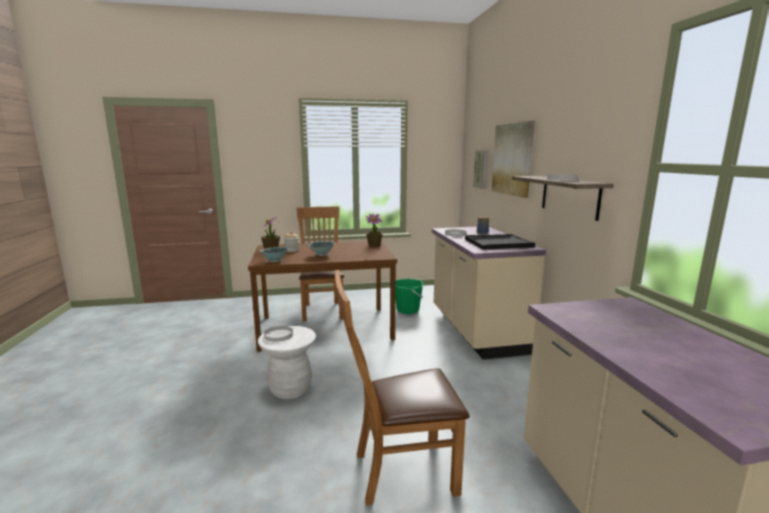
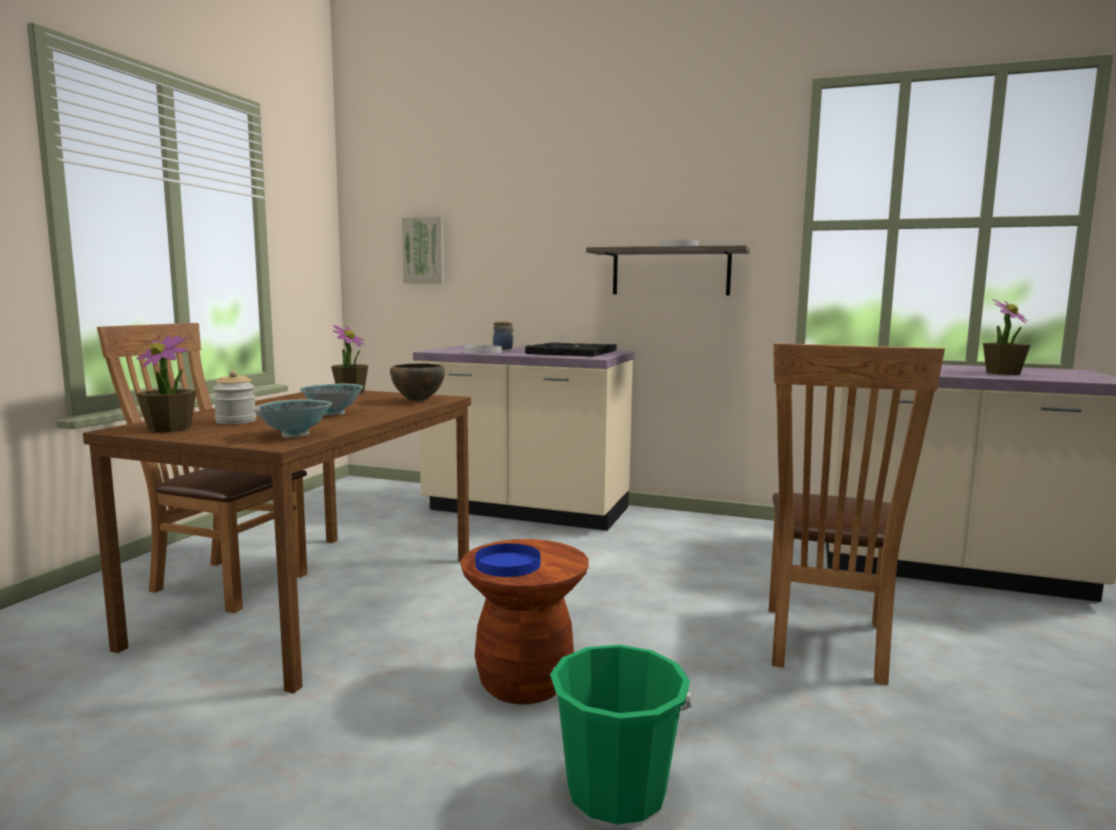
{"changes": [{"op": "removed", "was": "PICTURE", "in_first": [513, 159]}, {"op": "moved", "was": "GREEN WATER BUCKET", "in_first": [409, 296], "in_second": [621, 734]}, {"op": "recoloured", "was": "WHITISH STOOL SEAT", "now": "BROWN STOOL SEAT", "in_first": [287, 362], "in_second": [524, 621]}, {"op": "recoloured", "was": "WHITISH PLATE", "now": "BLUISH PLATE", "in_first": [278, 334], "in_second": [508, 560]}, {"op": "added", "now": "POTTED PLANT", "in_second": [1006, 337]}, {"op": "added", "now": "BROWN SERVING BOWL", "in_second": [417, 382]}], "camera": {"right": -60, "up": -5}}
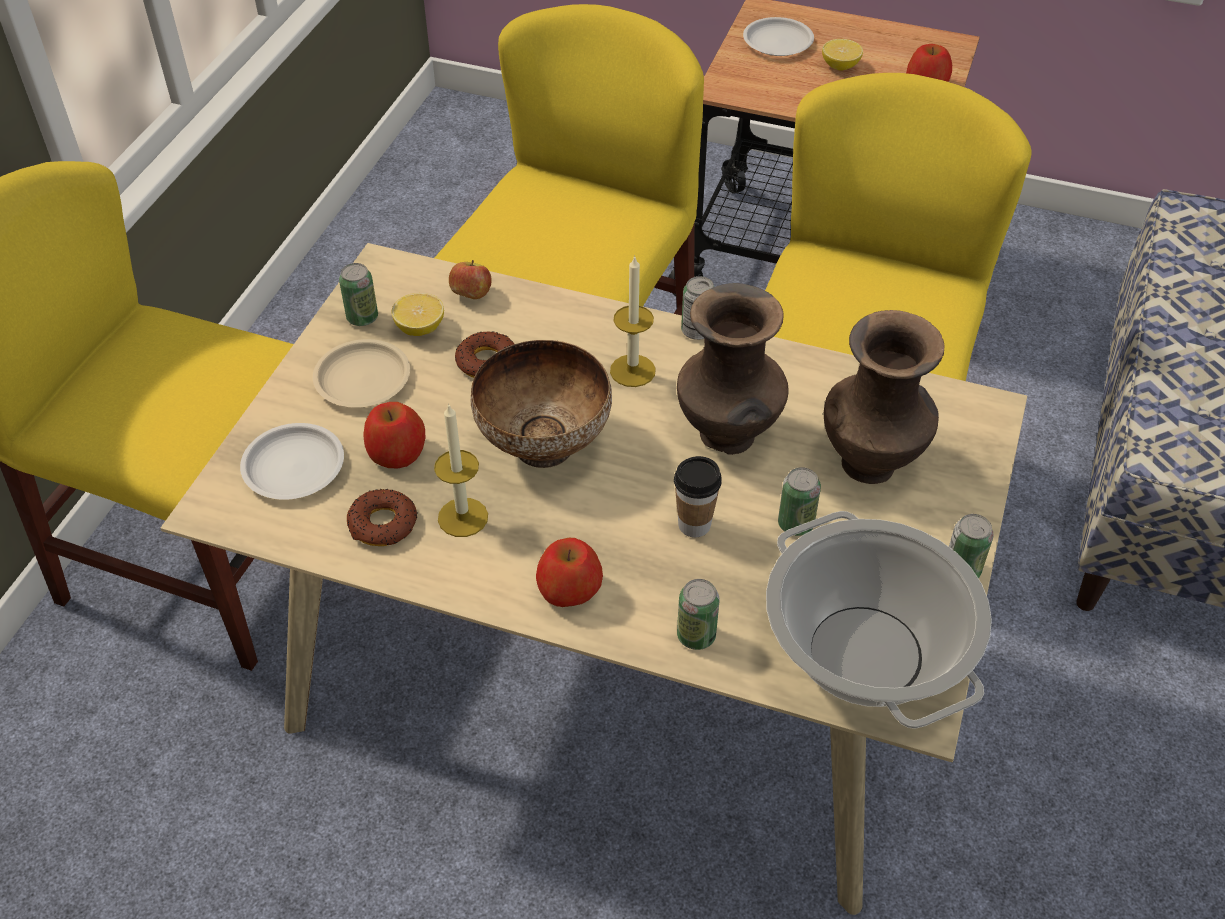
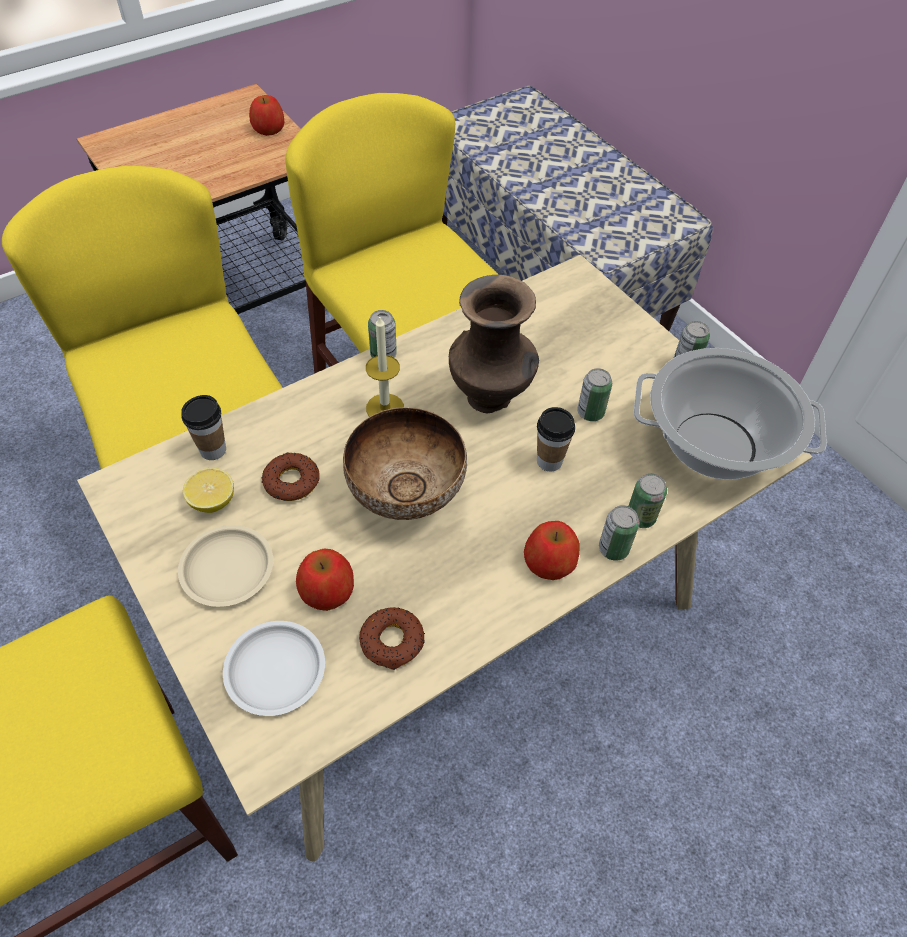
{"changes": [{"op": "removed", "was": "WHITISH PLATE", "in_first": [778, 36]}, {"op": "removed", "was": "CITRUS FRUIT", "in_first": [842, 55]}, {"op": "replaced", "was": "APPLE FRUIT", "now": "DRINKING CUP", "in_first": [470, 279], "in_second": [203, 427]}, {"op": "moved", "was": "CAN", "in_first": [358, 294], "in_second": [619, 533]}, {"op": "removed", "was": "BROWN FLOWER VASE", "in_first": [884, 397]}, {"op": "removed", "was": "WAX LIGHT", "in_first": [461, 470]}], "camera": {"right": -55, "up": 5}}
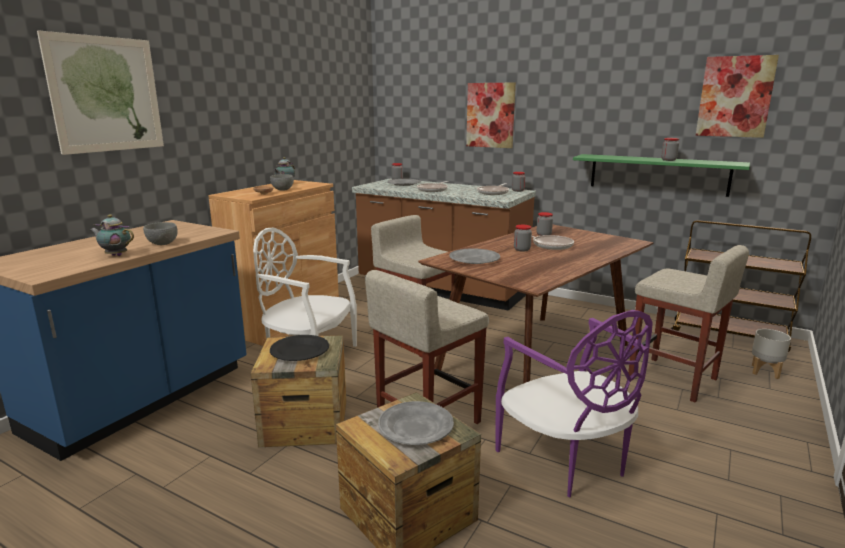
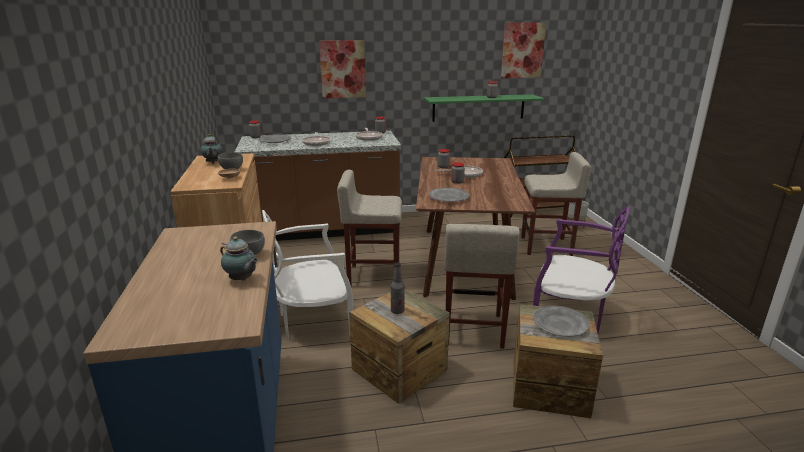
{"changes": [{"op": "removed", "was": "PICTURE", "in_first": [100, 92]}, {"op": "turned", "was": "TEA POT", "in_first": [112, 235], "in_second": [239, 258], "clockwise": -120}, {"op": "replaced", "was": "BLACKISH PLATE", "now": "BOTTLE", "in_first": [299, 348], "in_second": [398, 288]}], "camera": {"right": -40, "up": 5}}
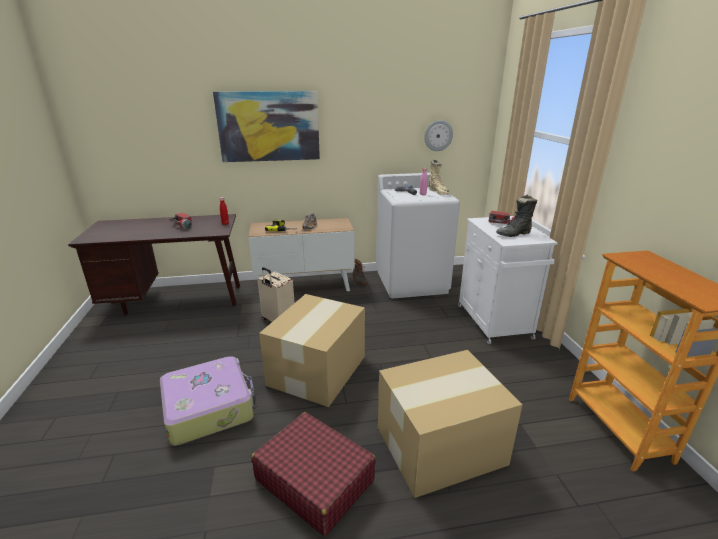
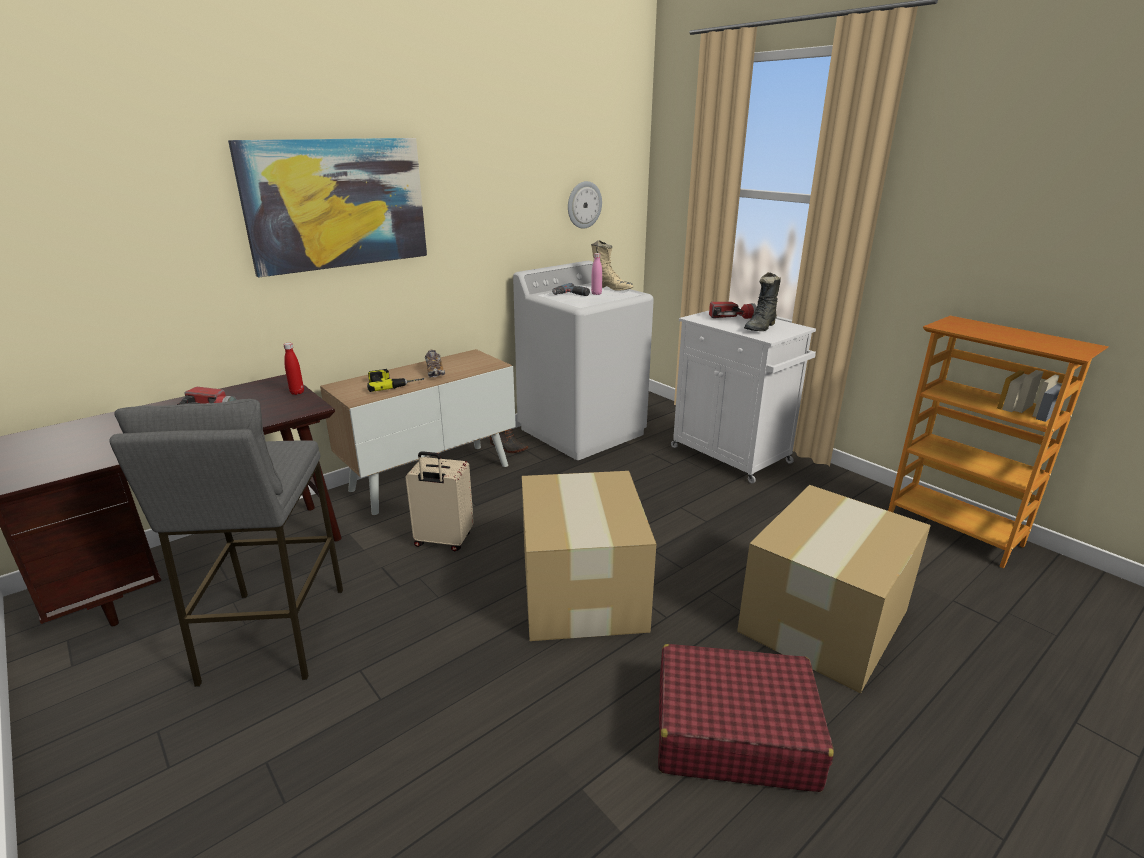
{"changes": [{"op": "removed", "was": "TRAVEL CASE", "in_first": [207, 401]}, {"op": "added", "now": "GREYISH STOOL SEAT", "in_second": [226, 543]}], "camera": {"right": -30, "up": 0}}
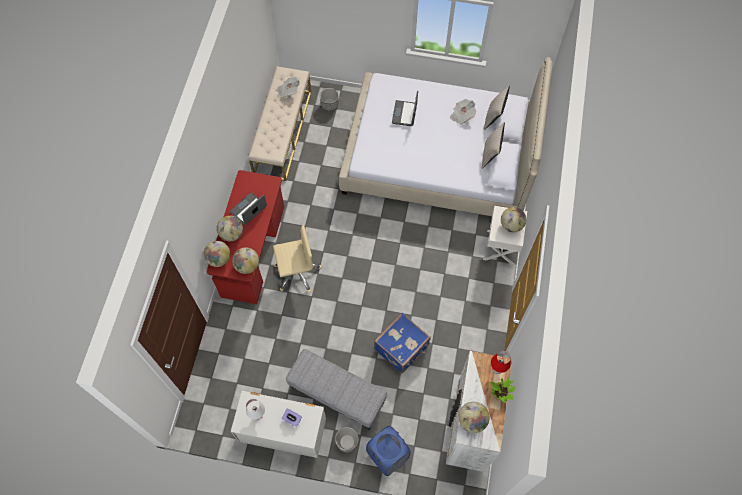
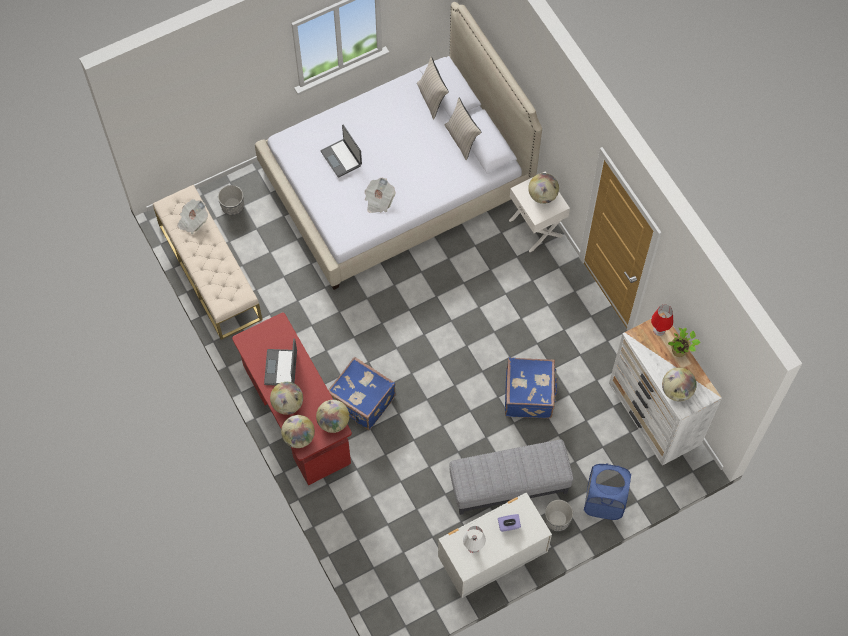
{"changes": [{"op": "moved", "was": "NEWSPAPER", "in_first": [463, 112], "in_second": [379, 195]}, {"op": "replaced", "was": "BEIGE OFFICE CHAIR", "now": "BLUISH TRAVEL CASE", "in_first": [297, 259], "in_second": [362, 393]}], "camera": {"right": -40, "up": 0}}
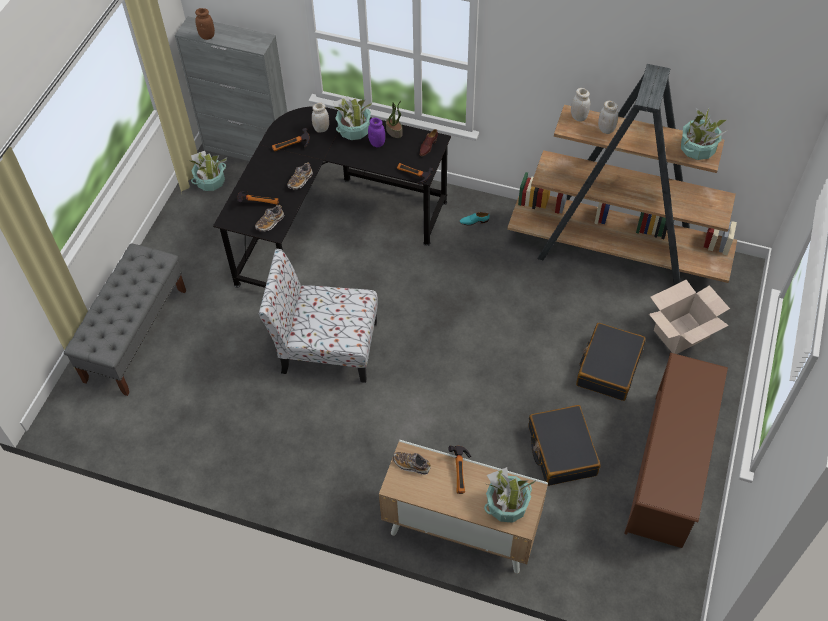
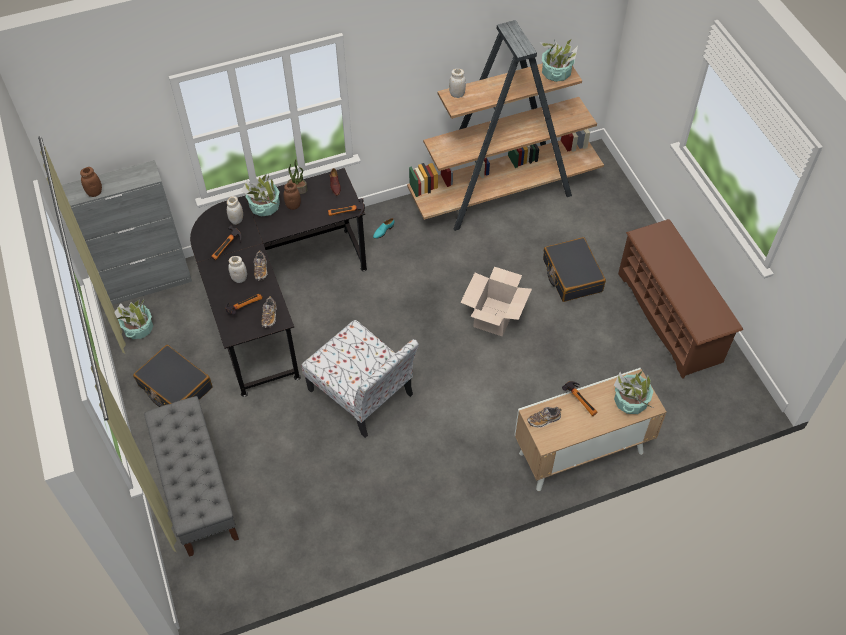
{"changes": [{"op": "moved", "was": "WHITISH PRESERVE JAR", "in_first": [608, 117], "in_second": [237, 269]}, {"op": "recoloured", "was": "PURPLISH PRESERVE JAR", "now": "BROWN PRESERVE JAR", "in_first": [376, 132], "in_second": [292, 196]}, {"op": "turned", "was": "PLAIN CHAIR", "in_first": [318, 316], "in_second": [360, 379], "clockwise": -105}, {"op": "moved", "was": "PACKING BOX", "in_first": [689, 317], "in_second": [496, 302]}, {"op": "moved", "was": "BLACKISH TRAVEL CASE", "in_first": [565, 445], "in_second": [172, 376]}], "camera": {"right": -40, "up": 0}}
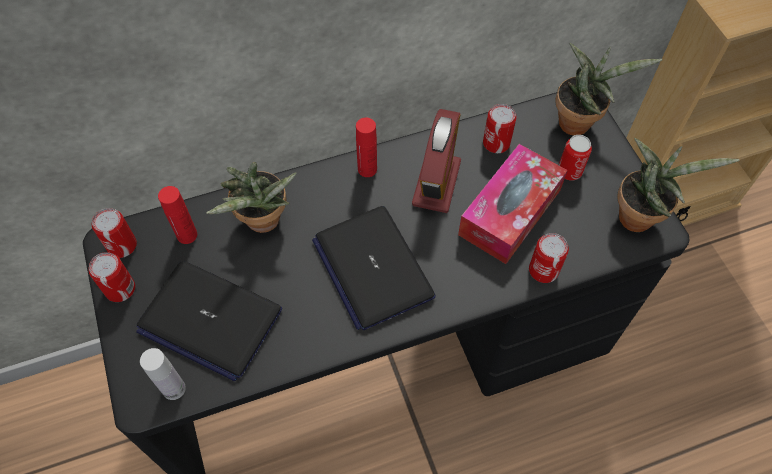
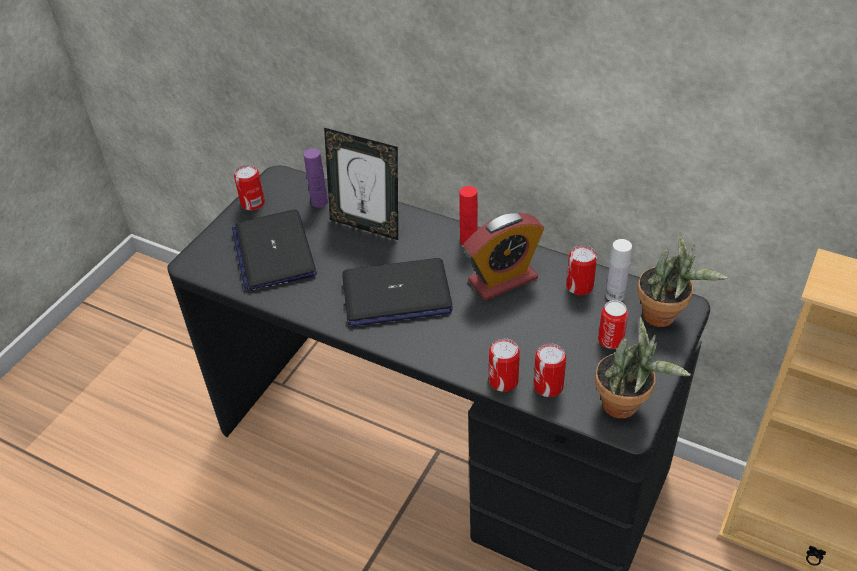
{"changes": [{"op": "removed", "was": "TISSUE HOLDER", "in_first": [513, 204]}, {"op": "replaced", "was": "POTTED PLANT", "now": "STANDING FRAME", "in_first": [251, 197], "in_second": [361, 184]}, {"op": "recoloured", "was": "RED-COLOURED BOTTLE", "now": "PURPLISH BOTTLE", "in_first": [177, 215], "in_second": [316, 178]}, {"op": "turned", "was": "PORTABLE COMPUTER", "in_first": [374, 268], "in_second": [397, 292], "clockwise": -120}, {"op": "moved", "was": "CAN", "in_first": [114, 233], "in_second": [550, 370]}, {"op": "moved", "was": "WHITISH BOTTLE", "in_first": [163, 374], "in_second": [619, 270]}], "camera": {"right": 50, "up": -15}}
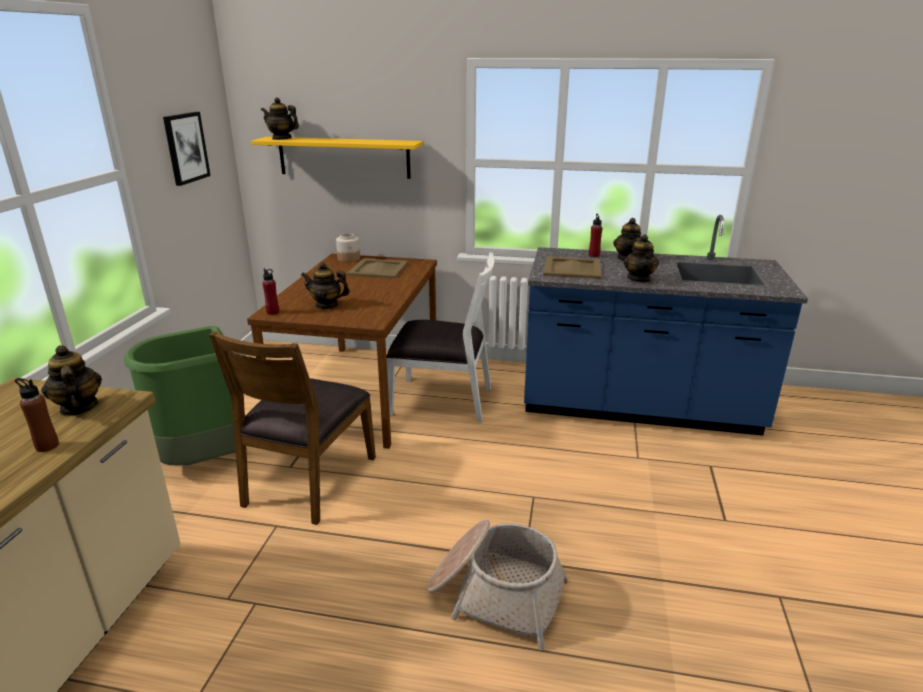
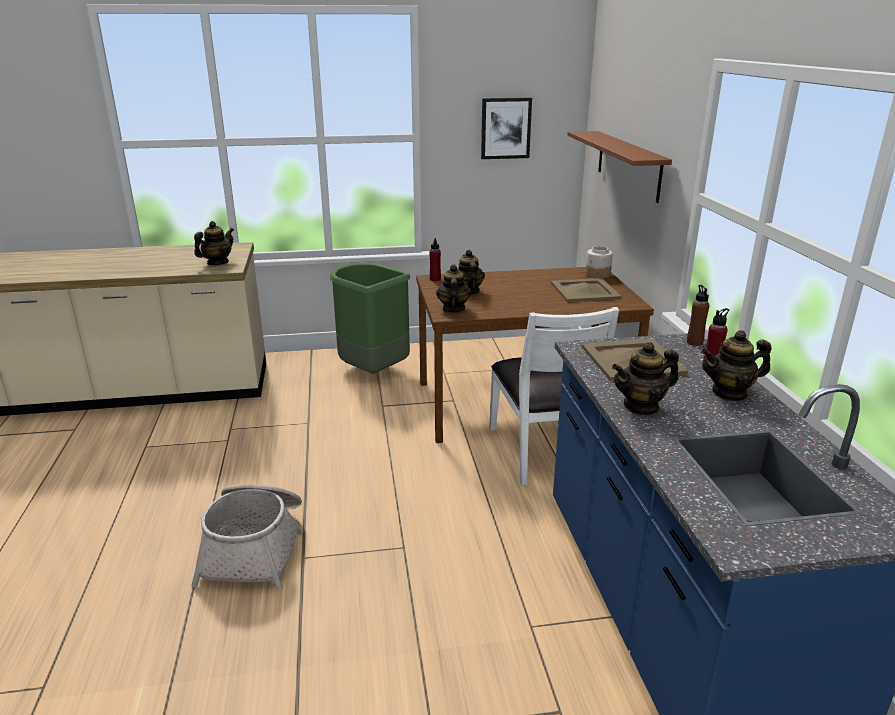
{"changes": [{"op": "moved", "was": "TEA POT", "in_first": [280, 118], "in_second": [453, 288]}, {"op": "recoloured", "was": "YELLOW-COLOURED BRACKET SHELF", "now": "BROWN BRACKET SHELF", "in_first": [337, 158], "in_second": [619, 167]}, {"op": "removed", "was": "BROWN PLAIN CHAIR", "in_first": [292, 428]}, {"op": "moved", "was": "BROWN BOTTLE", "in_first": [37, 415], "in_second": [698, 315]}], "camera": {"right": 70, "up": 0}}
